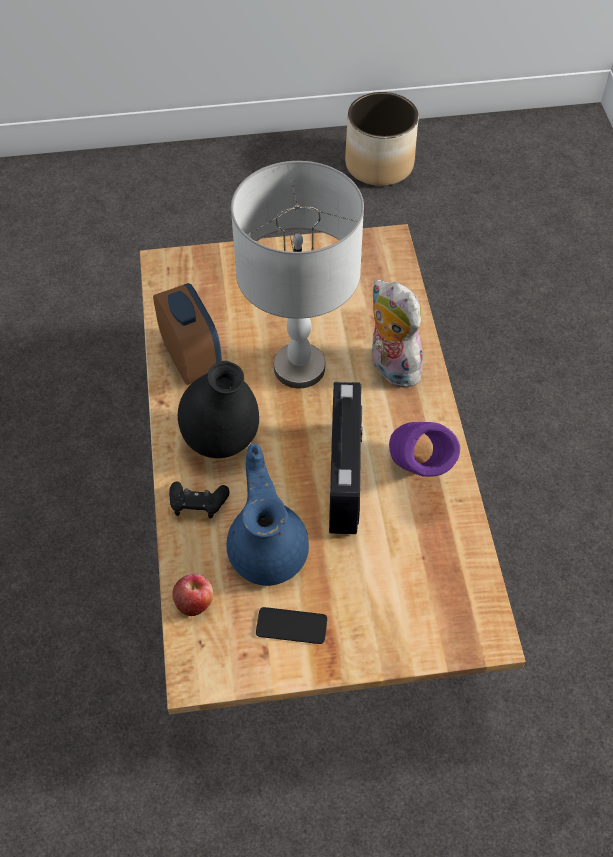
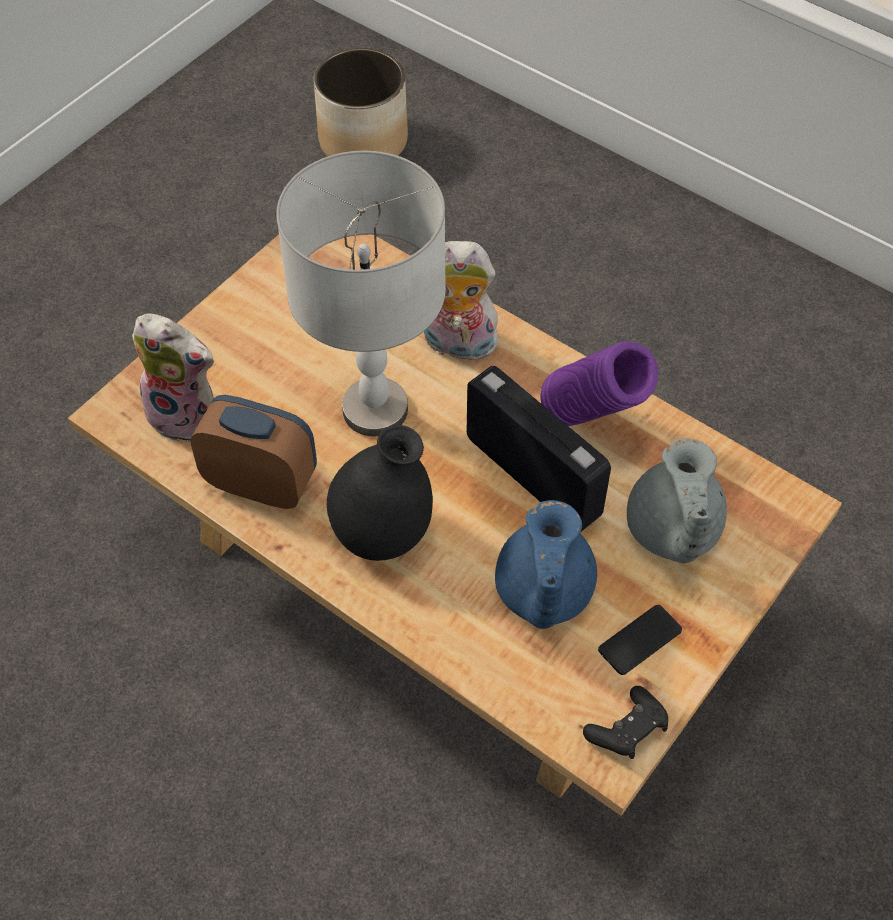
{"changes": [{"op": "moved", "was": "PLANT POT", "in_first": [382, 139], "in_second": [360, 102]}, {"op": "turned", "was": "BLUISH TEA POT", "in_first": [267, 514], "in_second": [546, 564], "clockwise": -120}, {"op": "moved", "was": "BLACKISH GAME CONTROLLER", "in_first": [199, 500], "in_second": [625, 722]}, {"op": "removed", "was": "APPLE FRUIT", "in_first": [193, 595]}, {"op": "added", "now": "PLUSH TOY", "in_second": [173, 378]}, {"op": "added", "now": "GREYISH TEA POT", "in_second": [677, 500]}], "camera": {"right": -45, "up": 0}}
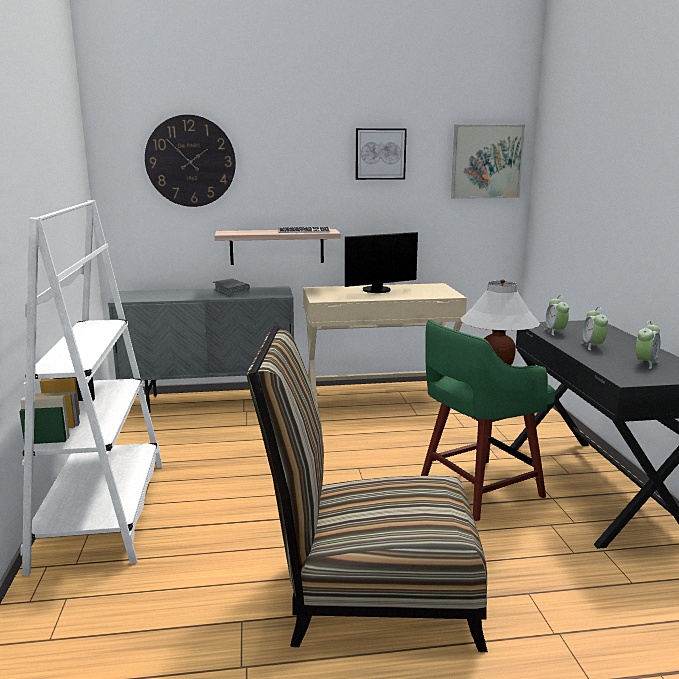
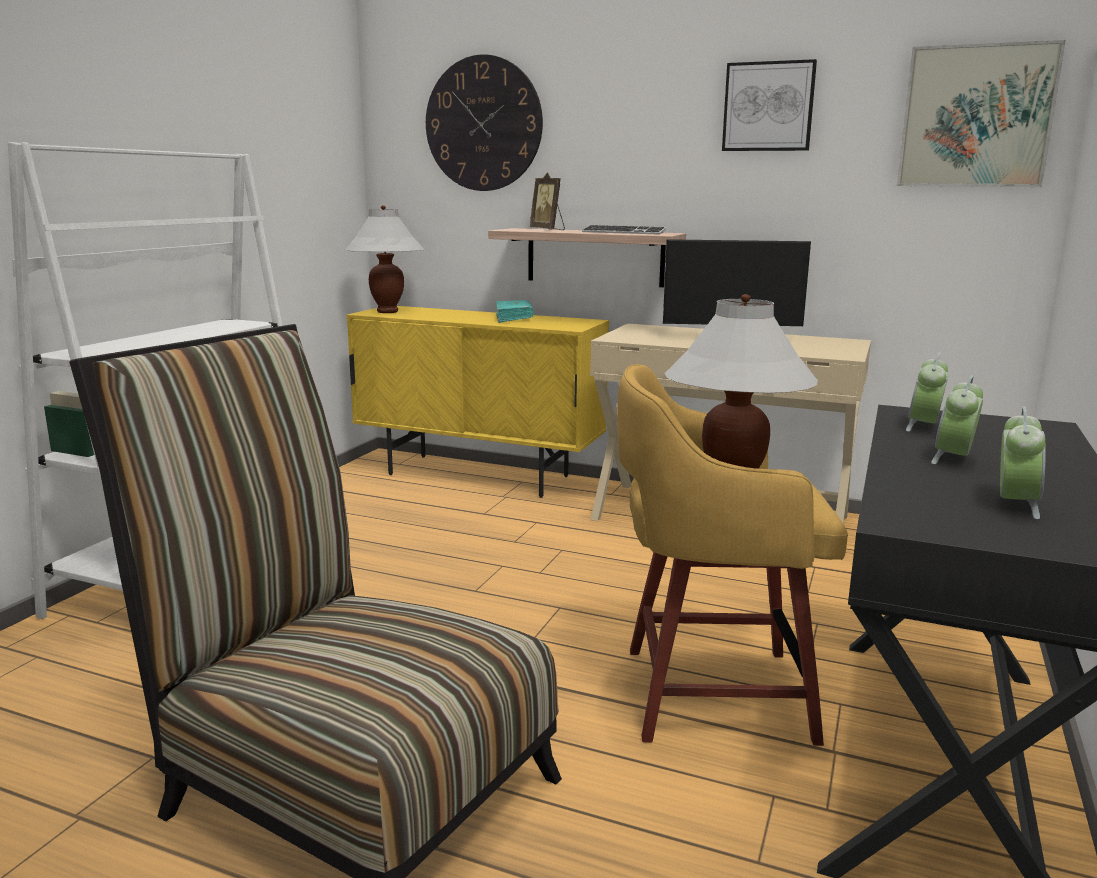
{"changes": [{"op": "recoloured", "was": "GREYISH BOOK", "now": "BLUE-GREEN BOOK", "in_first": [231, 287], "in_second": [514, 311]}, {"op": "recoloured", "was": "GREYISH STORAGE CABINET", "now": "YELLOW-COLOURED STORAGE CABINET", "in_first": [201, 349], "in_second": [477, 402]}, {"op": "recoloured", "was": "GREEN STOOL SEAT", "now": "YELLOW-COLOURED STOOL SEAT", "in_first": [488, 420], "in_second": [732, 555]}, {"op": "turned", "was": "TABLE CLOCK", "in_first": [648, 345], "in_second": [1023, 462], "clockwise": -45}, {"op": "added", "now": "STANDING FRAME", "in_second": [547, 201]}, {"op": "added", "now": "WHITISH TABLETOP LAMP", "in_second": [384, 259]}], "camera": {"right": 30, "up": 0}}
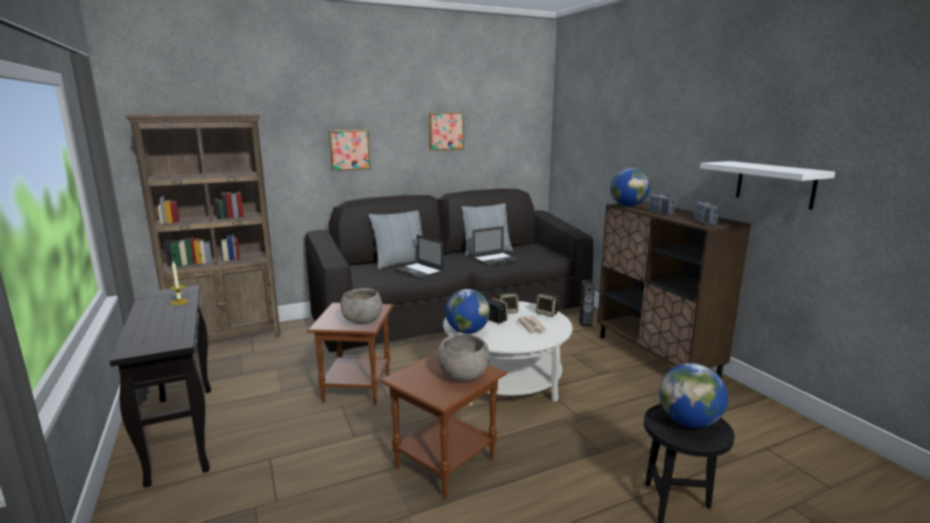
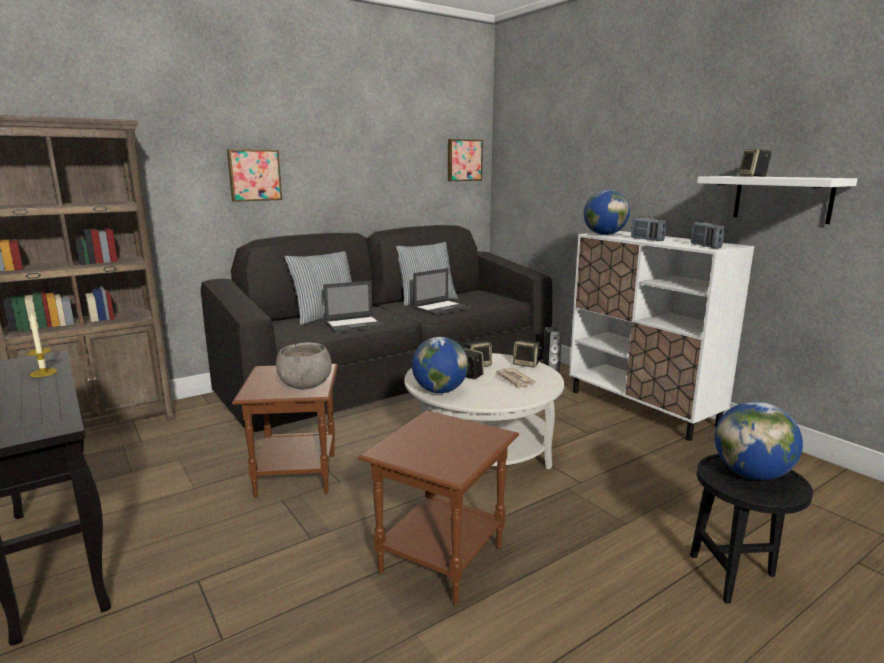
{"changes": [{"op": "moved", "was": "PICTURE", "in_first": [446, 131], "in_second": [465, 160]}, {"op": "recoloured", "was": "BROWN STORAGE CABINET", "now": "WHITISH STORAGE CABINET", "in_first": [674, 289], "in_second": [661, 336]}, {"op": "turned", "was": "PORTABLE COMPUTER", "in_first": [419, 257], "in_second": [354, 307], "clockwise": -60}, {"op": "removed", "was": "GREYISH SERVING BOWL", "in_first": [463, 358]}, {"op": "added", "now": "SPEAKER", "in_second": [755, 163]}], "camera": {"right": -10, "up": 0}}
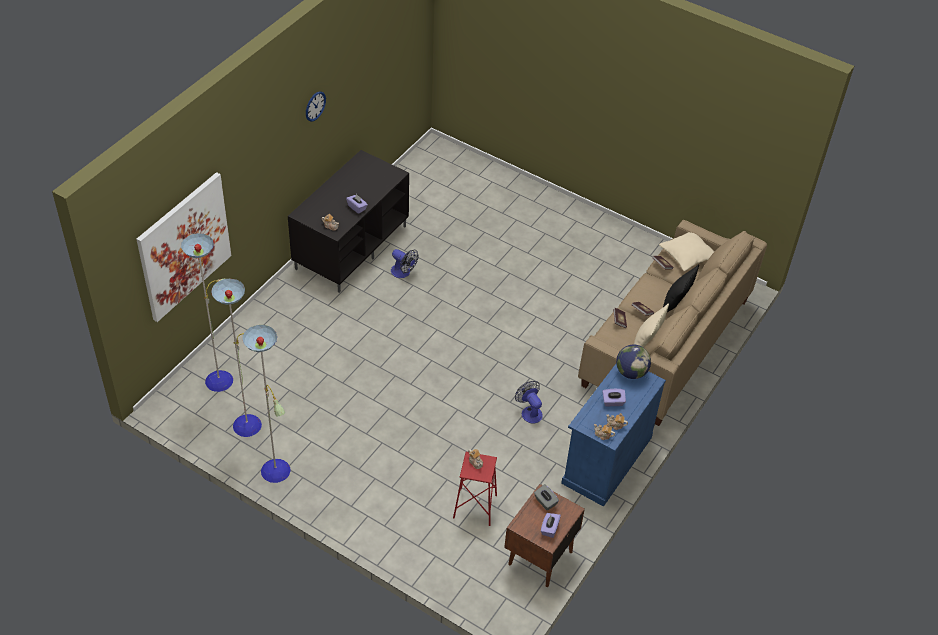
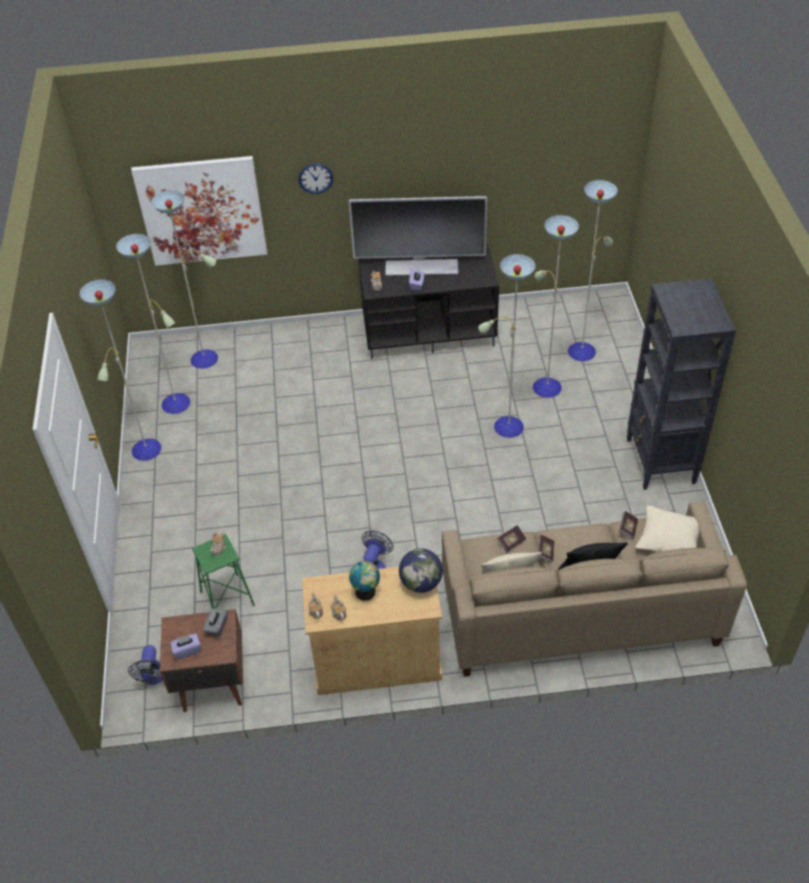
{"changes": [{"op": "moved", "was": "CLOCK ON THE WALL", "in_first": [316, 106], "in_second": [316, 179]}, {"op": "moved", "was": "COOLING FAN", "in_first": [405, 263], "in_second": [145, 665]}, {"op": "recoloured", "was": "BLUISH STORAGE CABINET", "now": "BEIGE STORAGE CABINET", "in_first": [613, 435], "in_second": [372, 631]}, {"op": "replaced", "was": "PURPLISH TISSUE HOLDER", "now": "DESK GLOBE", "in_first": [614, 397], "in_second": [364, 580]}, {"op": "recoloured", "was": "RED-COLOURED STOOL SEAT", "now": "GREEN STOOL SEAT", "in_first": [475, 489], "in_second": [223, 571]}, {"op": "added", "now": "STANDING LAMP", "in_second": [548, 309]}, {"op": "added", "now": "TELEVISION", "in_second": [417, 236]}, {"op": "added", "now": "BLACKISH BOOKSHELF", "in_second": [681, 384]}], "camera": {"right": 55, "up": 0}}
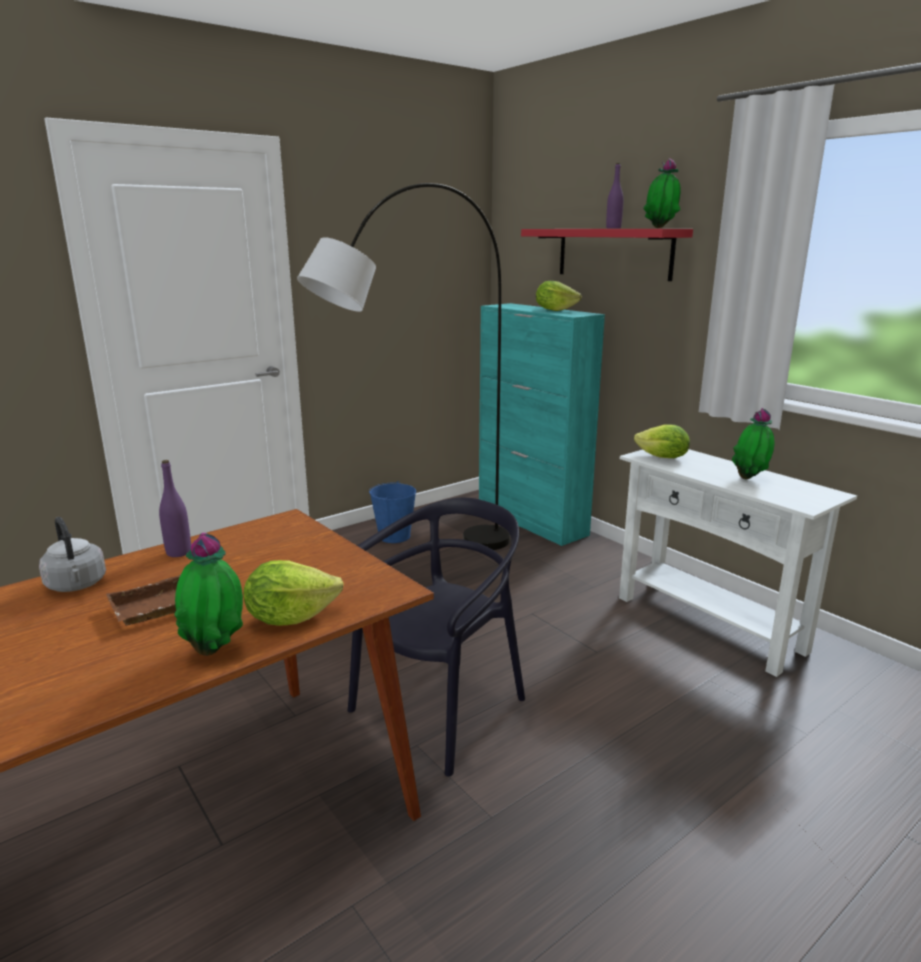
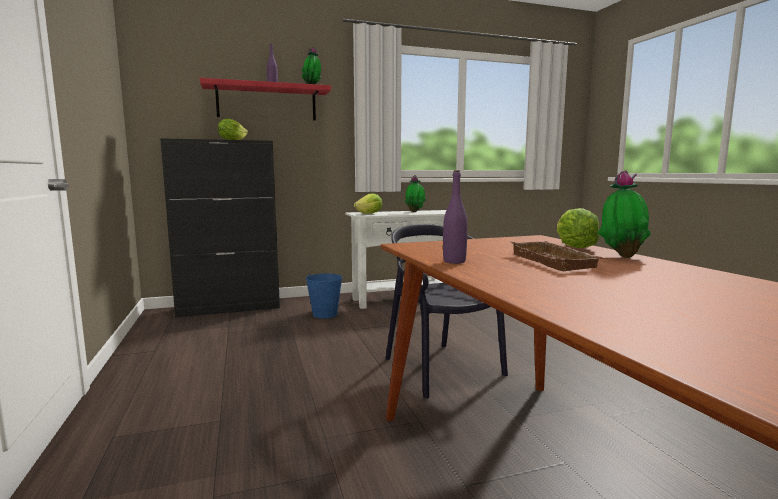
{"changes": [{"op": "removed", "was": "GREYISH STANDING LAMP", "in_first": [403, 366]}, {"op": "recoloured", "was": "BLUE-GREEN STORAGE CABINET", "now": "BLACKISH STORAGE CABINET", "in_first": [542, 424], "in_second": [220, 227]}, {"op": "moved", "was": "BLUISH WATER BUCKET", "in_first": [392, 512], "in_second": [324, 296]}, {"op": "removed", "was": "GREYISH TEA KETTLE", "in_first": [72, 554]}], "camera": {"right": -70, "up": -10}}
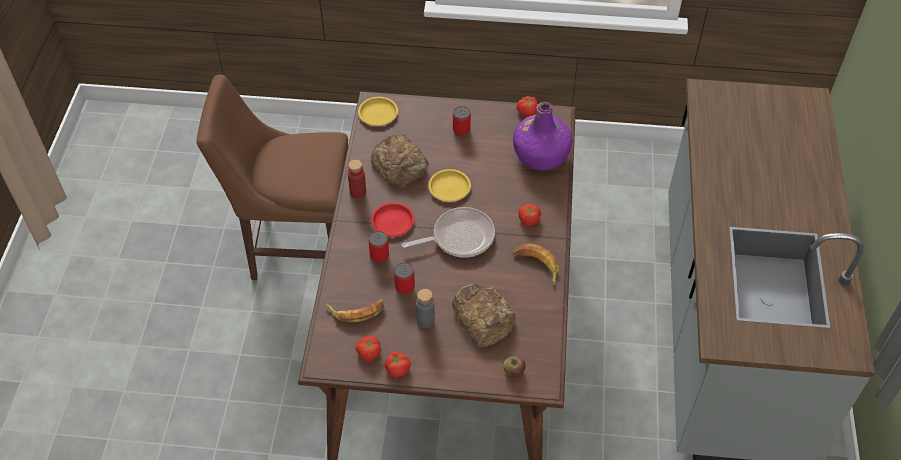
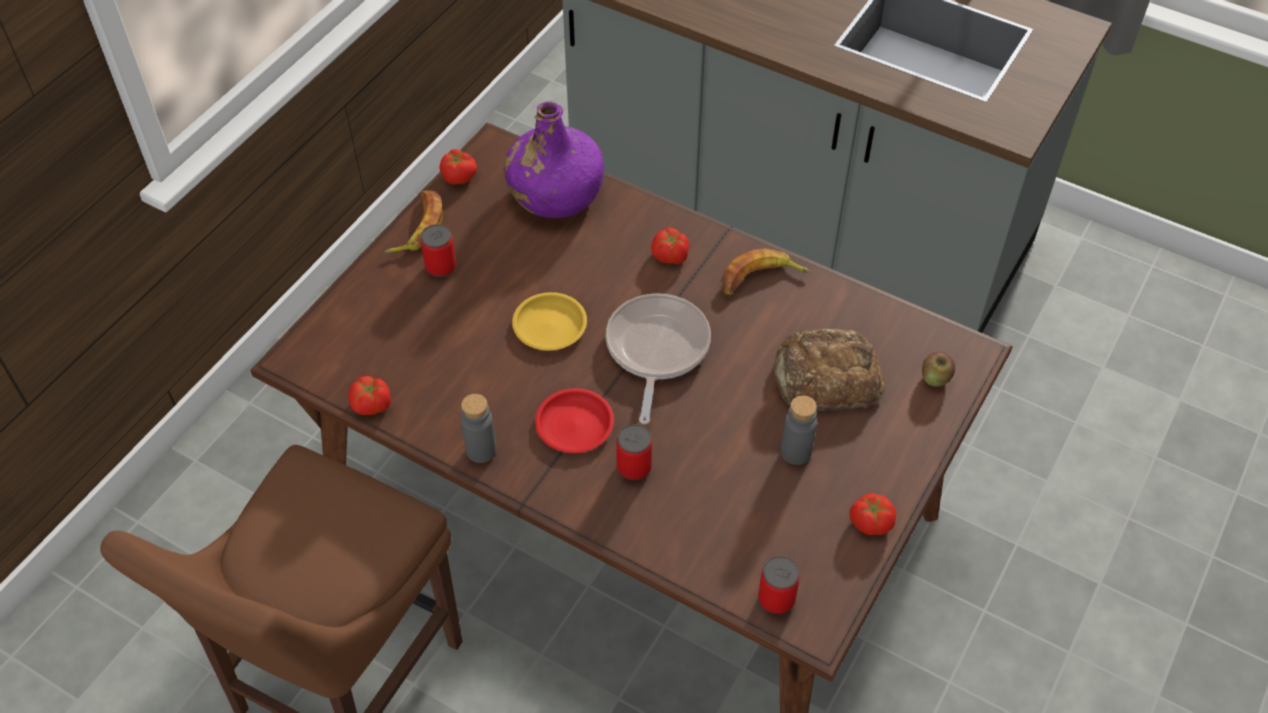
{"changes": [{"op": "removed", "was": "YELLOW-COLOURED PLATE", "in_first": [378, 111]}, {"op": "removed", "was": "BREAD", "in_first": [400, 159]}, {"op": "recoloured", "was": "RED-COLOURED BOTTLE", "now": "GREYISH BOTTLE", "in_first": [357, 179], "in_second": [479, 428]}, {"op": "moved", "was": "CAN", "in_first": [404, 278], "in_second": [779, 585]}, {"op": "moved", "was": "BANANA", "in_first": [355, 311], "in_second": [414, 221]}, {"op": "moved", "was": "FRESH TOMATO", "in_first": [368, 349], "in_second": [370, 395]}], "camera": {"right": -65, "up": 0}}
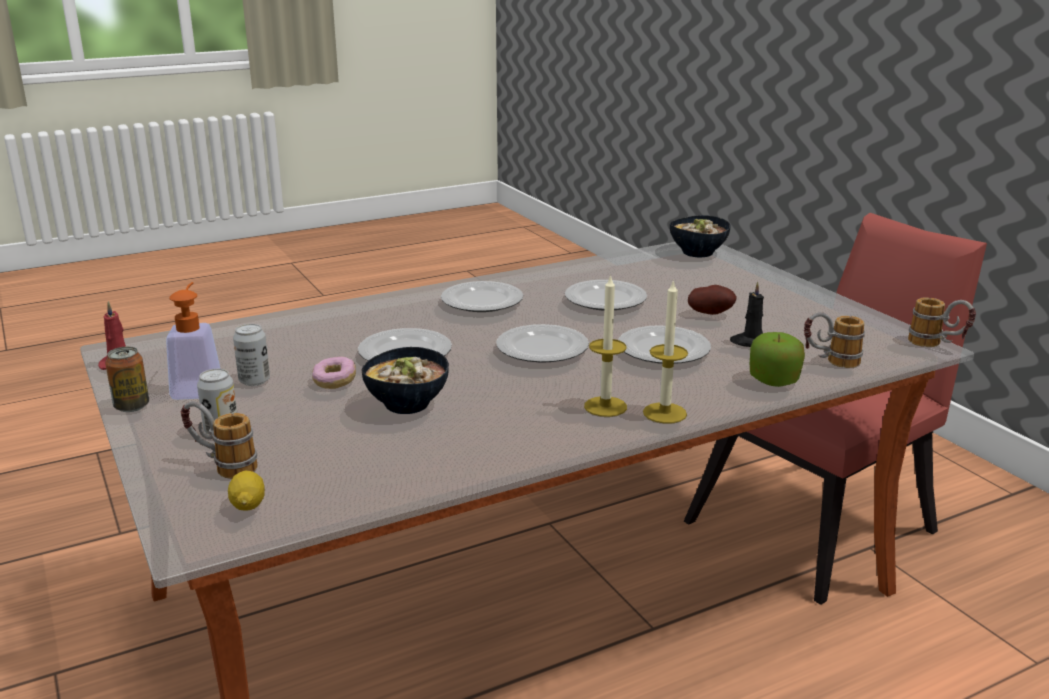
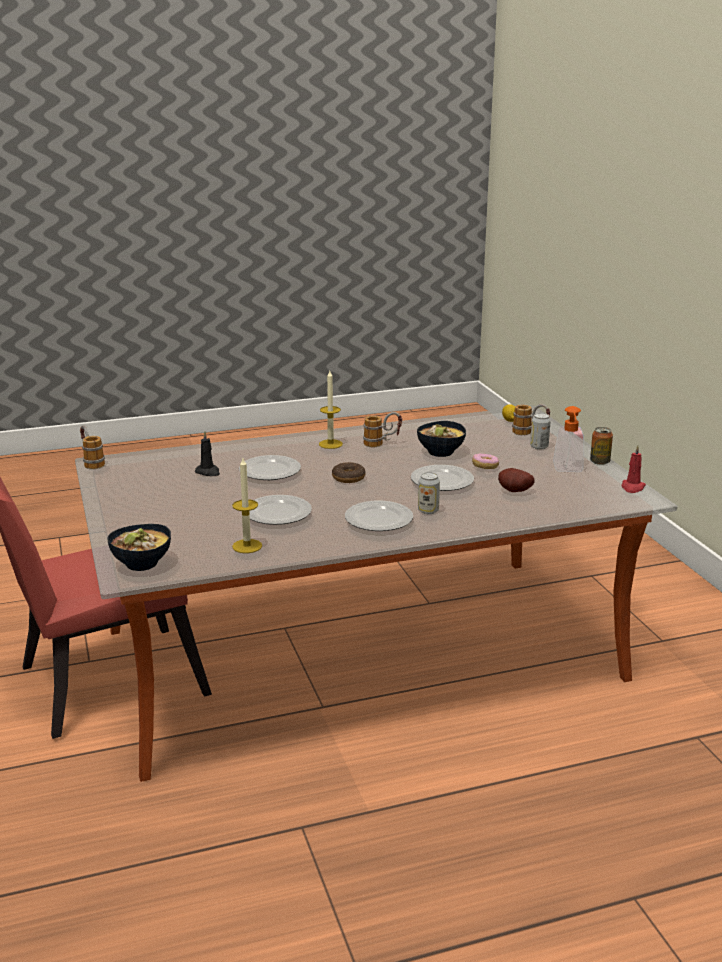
{"changes": [{"op": "moved", "was": "WAX LIGHT", "in_first": [665, 351], "in_second": [247, 505]}, {"op": "moved", "was": "POTATO", "in_first": [712, 300], "in_second": [516, 480]}, {"op": "moved", "was": "COFFEE MUG", "in_first": [834, 340], "in_second": [382, 429]}, {"op": "moved", "was": "CAN", "in_first": [251, 355], "in_second": [429, 493]}, {"op": "replaced", "was": "PLATE", "now": "DOUGHNUT", "in_first": [542, 343], "in_second": [349, 472]}, {"op": "removed", "was": "APPLE FRUIT", "in_first": [777, 359]}], "camera": {"right": -170, "up": 0}}
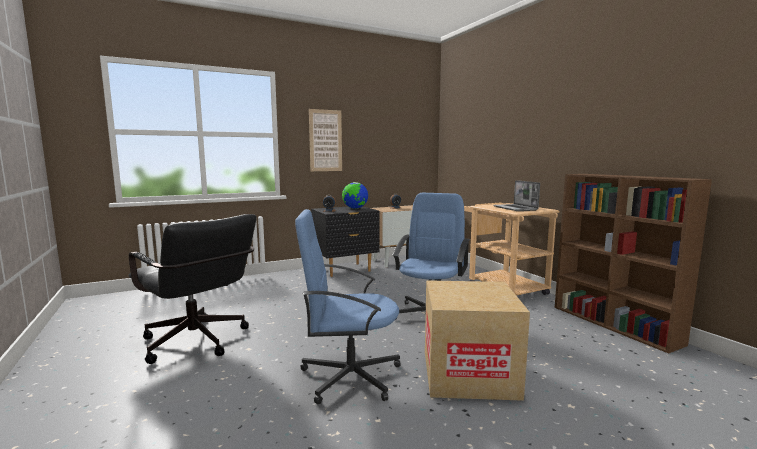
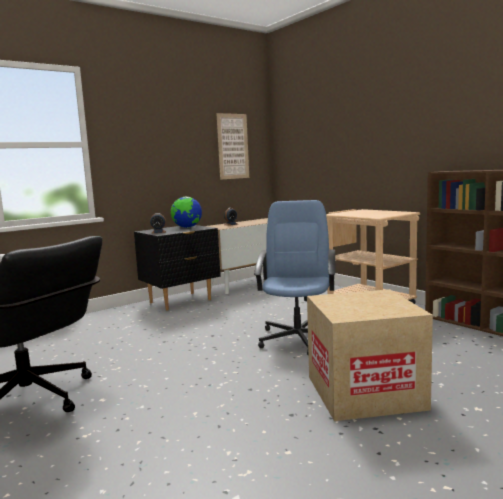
{"changes": [{"op": "moved", "was": "PICTURE", "in_first": [325, 140], "in_second": [232, 146]}, {"op": "removed", "was": "PORTABLE COMPUTER", "in_first": [516, 195]}, {"op": "removed", "was": "BLUISH OFFICE CHAIR", "in_first": [348, 306]}], "camera": {"right": -10, "up": 0}}
